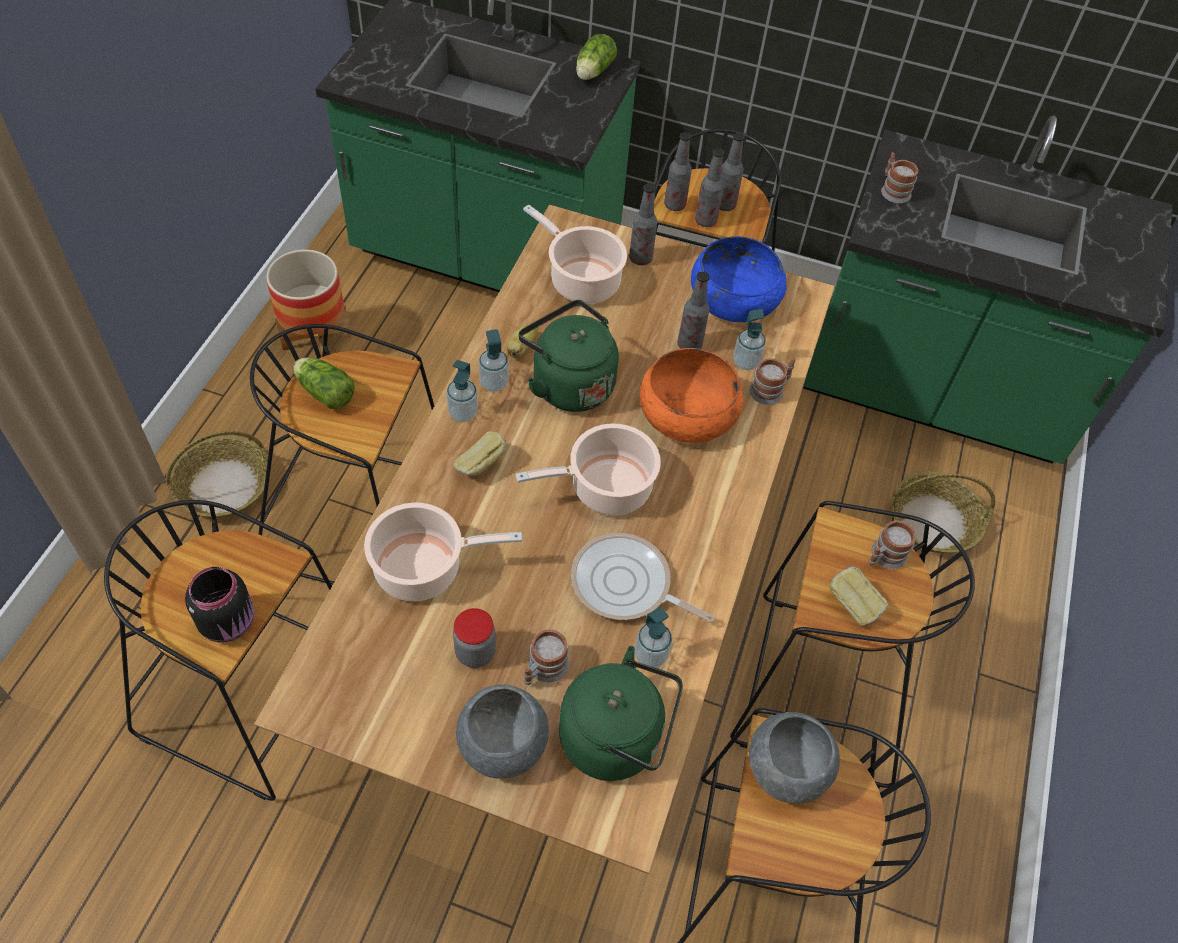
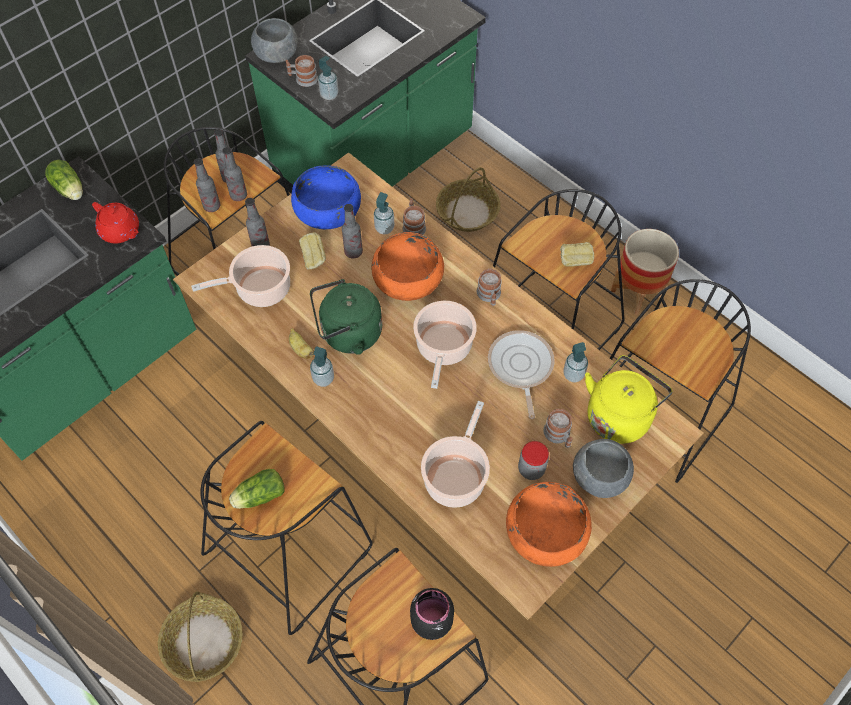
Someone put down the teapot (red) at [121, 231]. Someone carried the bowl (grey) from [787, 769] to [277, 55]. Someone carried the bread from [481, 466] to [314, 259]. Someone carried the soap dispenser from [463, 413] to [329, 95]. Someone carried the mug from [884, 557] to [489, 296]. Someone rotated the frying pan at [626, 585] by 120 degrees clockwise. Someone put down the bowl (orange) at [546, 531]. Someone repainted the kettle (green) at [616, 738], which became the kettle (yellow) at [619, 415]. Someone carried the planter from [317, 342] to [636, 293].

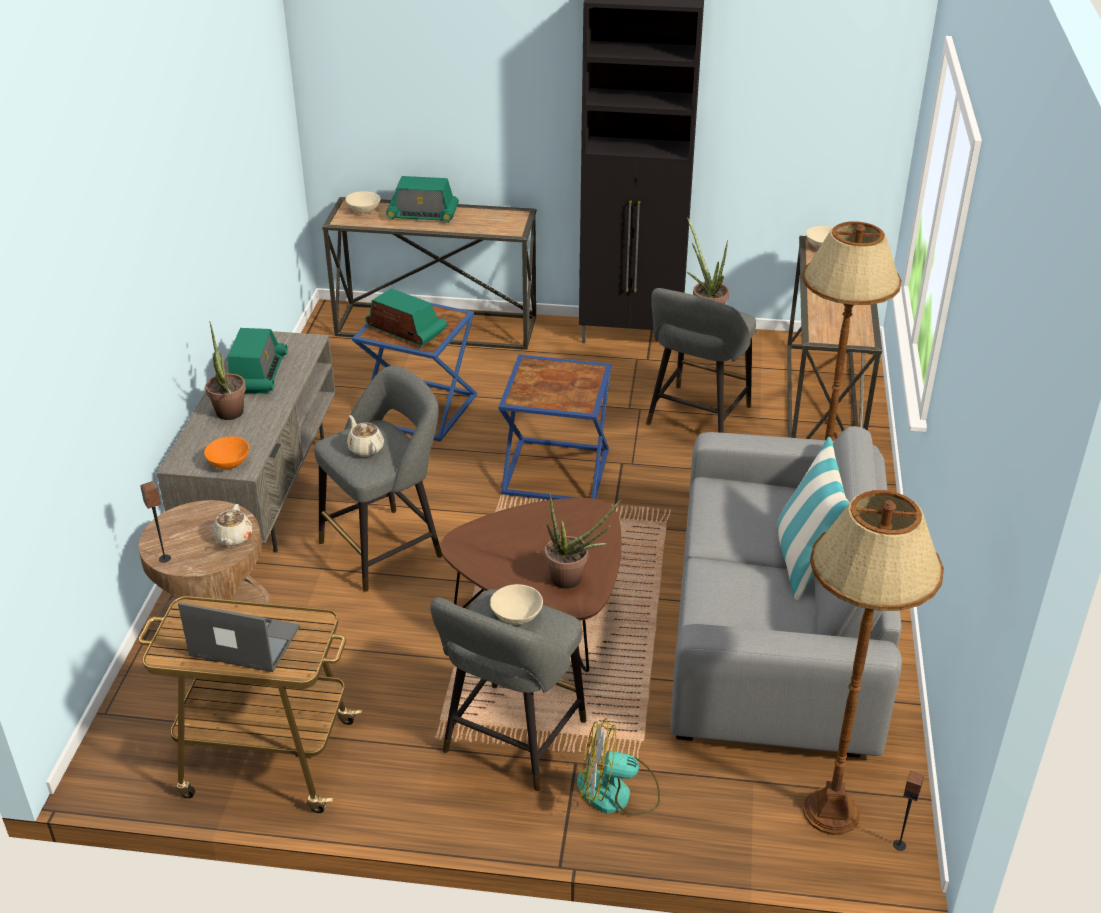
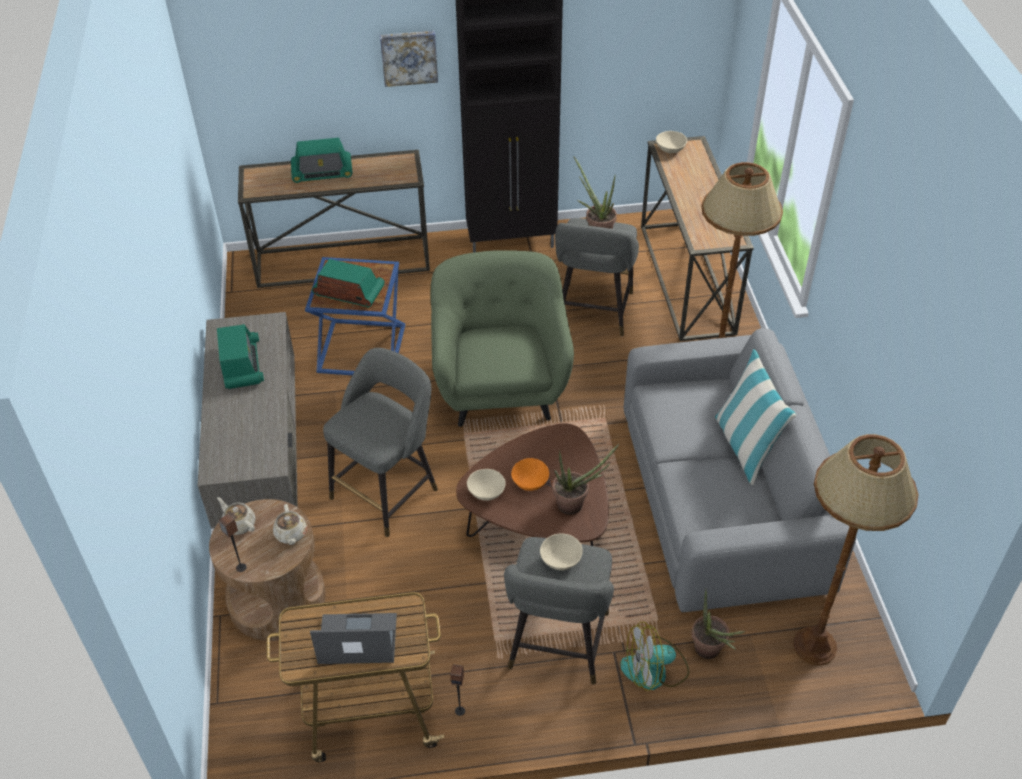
Someone carried the teapot (beige) from [365, 448] to [239, 524]. Someone put up the picture at [409, 57]. Someone swapped the side table (blue) at [558, 471] for the armchair (green) at [500, 387]. Someone carried the speaker from [899, 845] to [460, 710]. Someone carried the bowl (beige) from [363, 210] to [486, 492]. Someone carried the bowl (orange) from [229, 462] to [530, 481]. Someone carried the potted plant from [229, 416] to [710, 653].

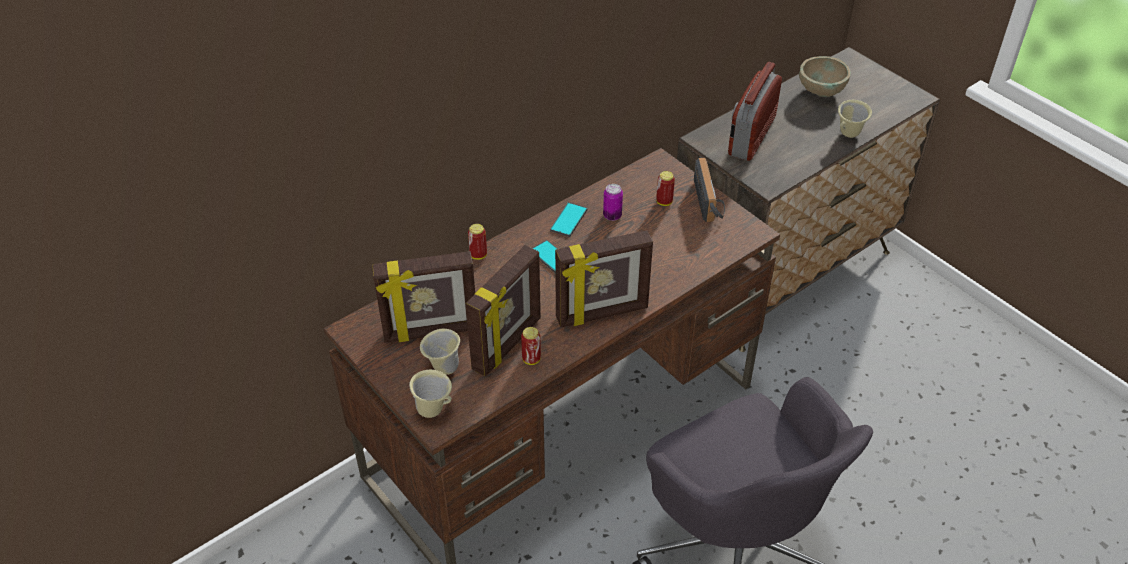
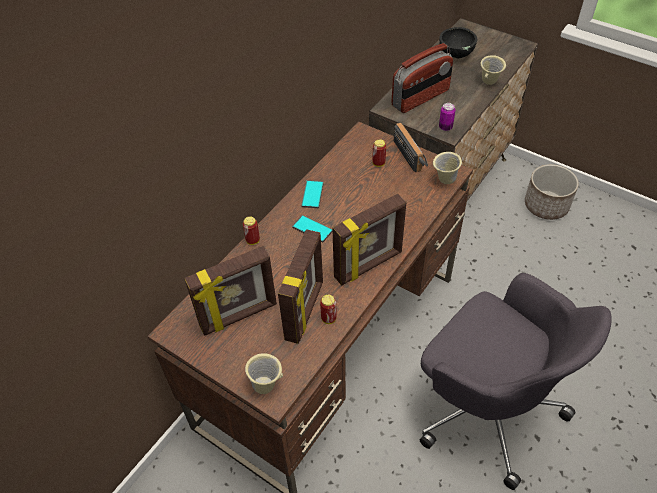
Someone rotated the radio at [751, 136] by 135 degrees counterclockwise. Someone carried the mug (beige) from [442, 368] to [444, 181]. Someone repainted the bowl (beige) at [820, 92], which became the bowl (black) at [455, 55]. Someone carried the can from [612, 216] to [445, 127]. Someone put down the planter at [546, 205].

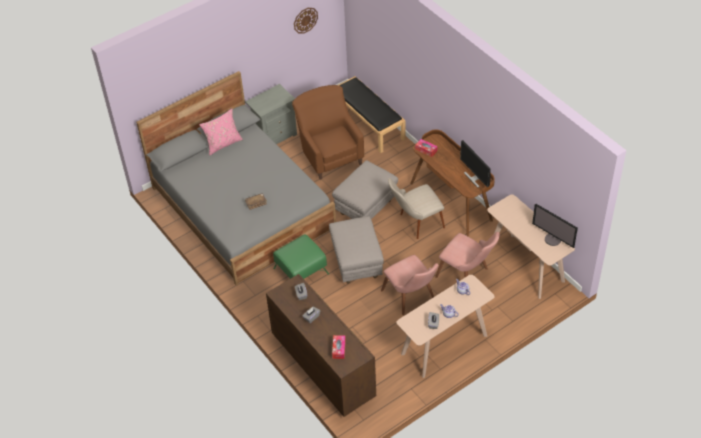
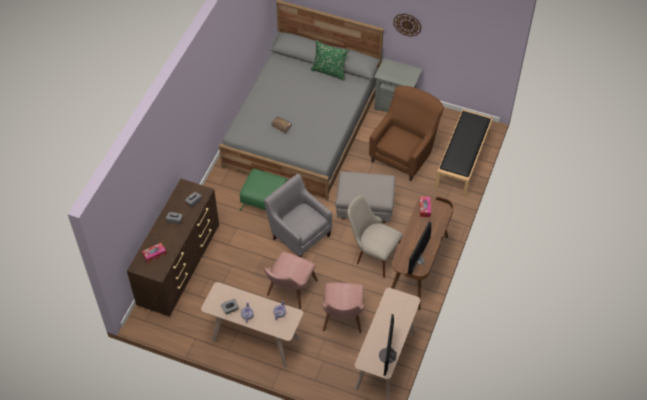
Someone swapped the ottoman (grey) at [356, 263] for the armchair (grey) at [299, 234]. Someone repainted the pillow (pink) at [223, 144], which became the pillow (green) at [329, 71]. Someone carried the wall clock from [305, 20] to [407, 24].

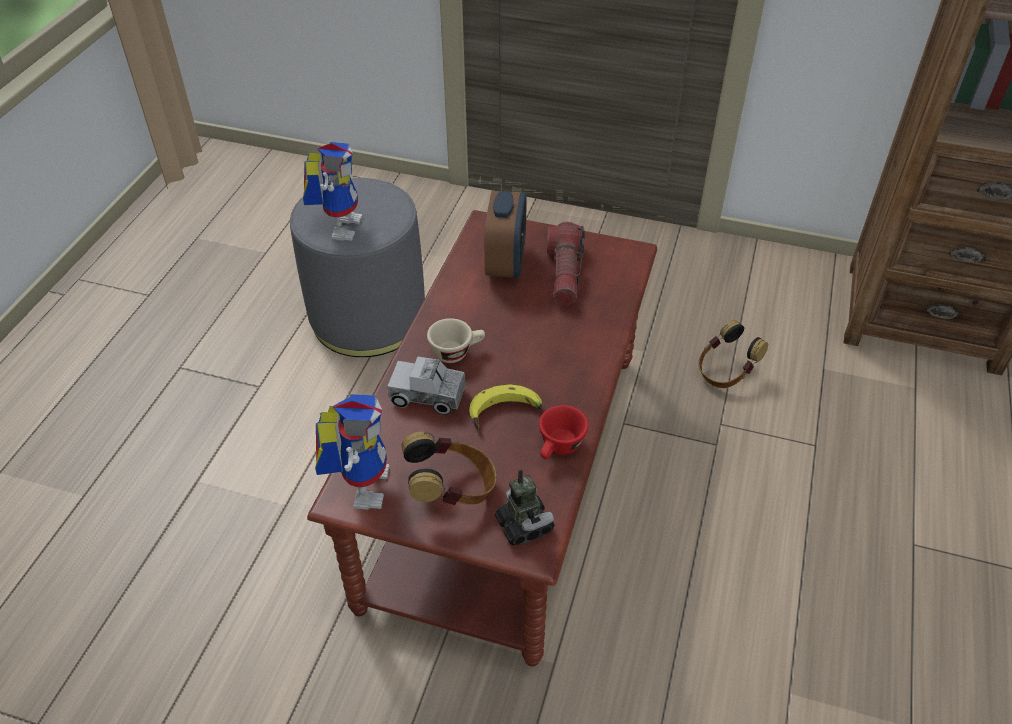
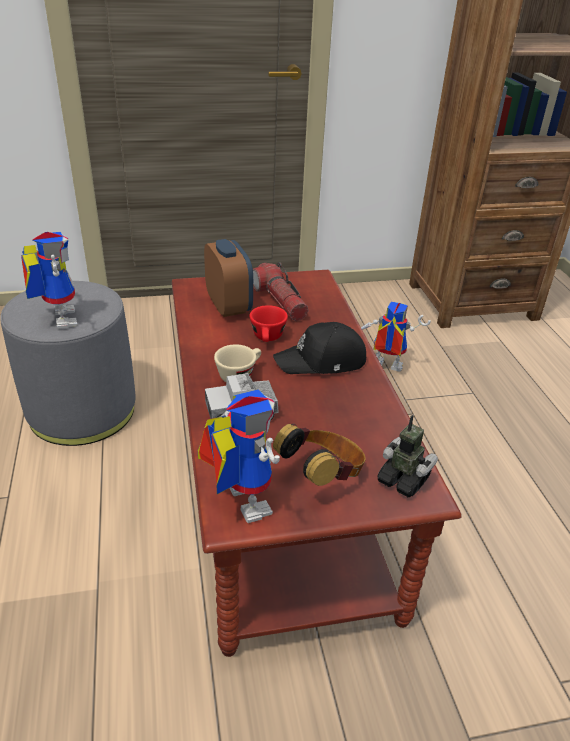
Someone carried the cup (red) from [559, 448] to [268, 338]. Someone put down the cap (black) at [322, 361]. Someone swapped the headphones at [725, 372] for the toy robot at [383, 367]. Someone took away the banana at [505, 414].

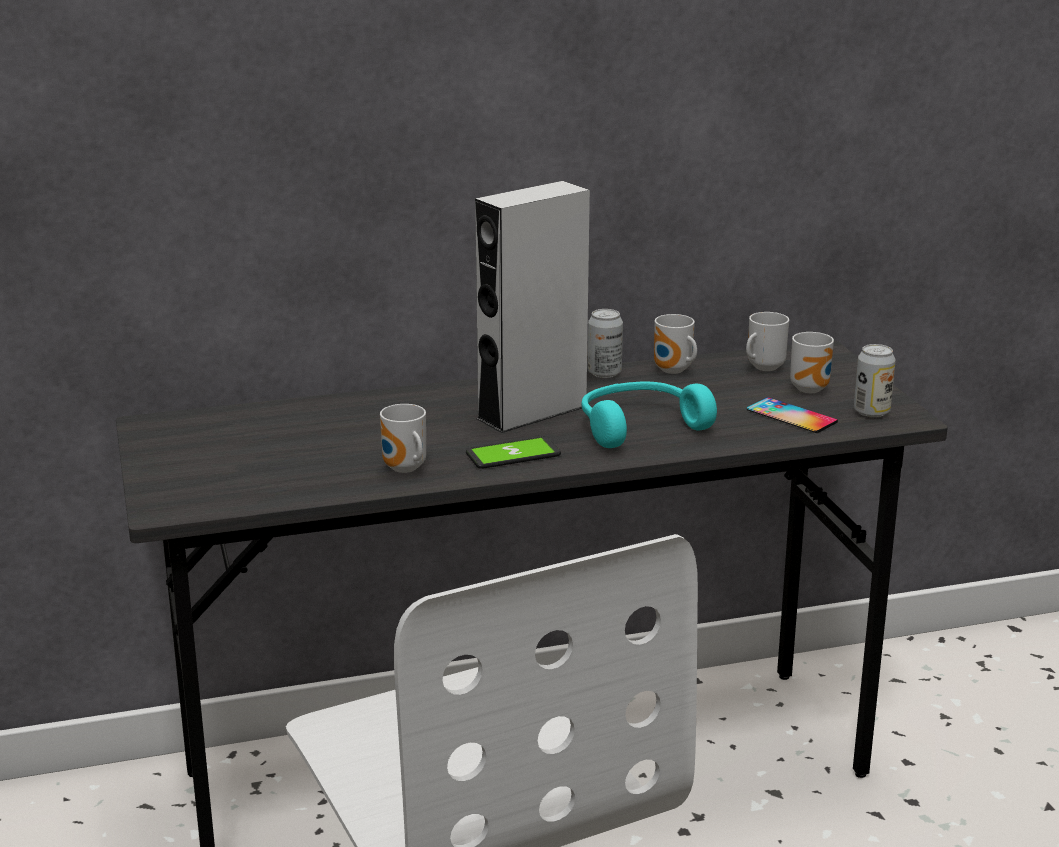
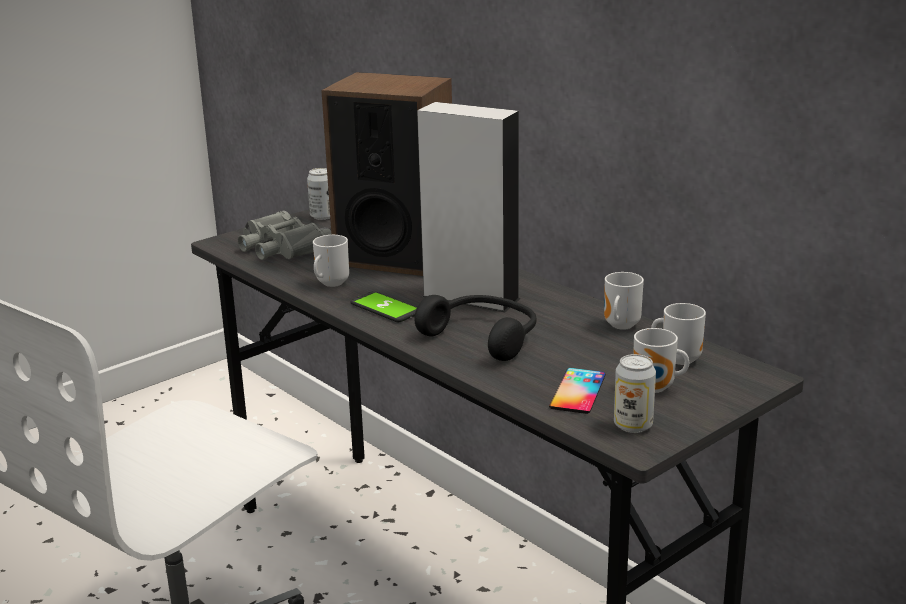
Someone put down the binoculars (grey) at [281, 247]. Someone carried the can from [604, 373] to [323, 216]. Someone put down the speaker at [395, 256]. Someone repainted the headphones (turquoise) at [638, 426], which became the headphones (black) at [484, 337].

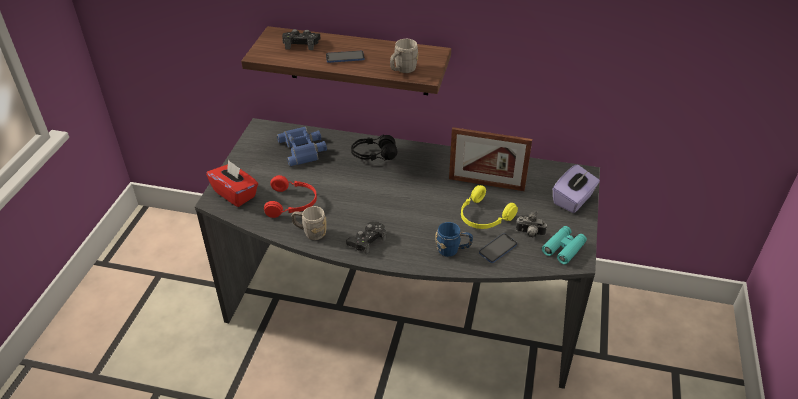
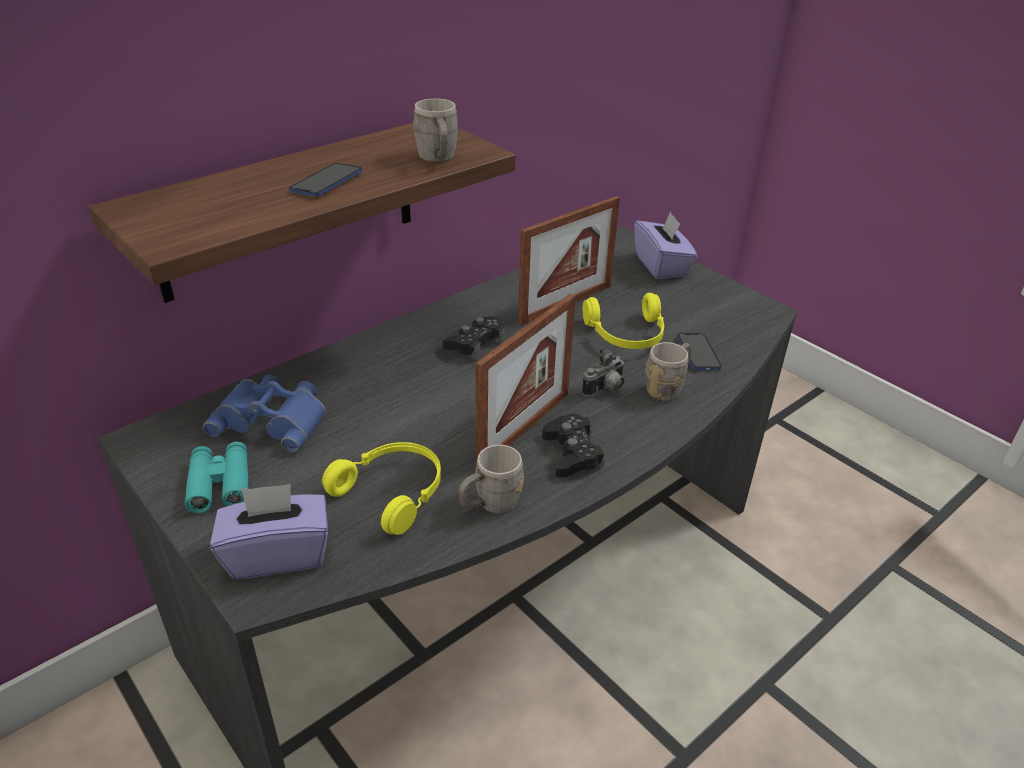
Someone carried the binoculars (turquoise) from [563, 248] to [220, 484]. Someone repainted the tissue box (red) at [235, 194], which became the tissue box (purple) at [277, 554]. Someone repainted the headphones (red) at [292, 203], which became the headphones (yellow) at [393, 492]. Someone carried the game controller (black) from [301, 44] to [475, 344]. Someone put down the picture frame at [524, 429]. Someone carried the photo camera from [529, 234] to [605, 389]. Someone repainted the mug (blue) at [453, 250], which became the mug (grey) at [668, 387]. Someone took away the headphones (black) at [374, 155].

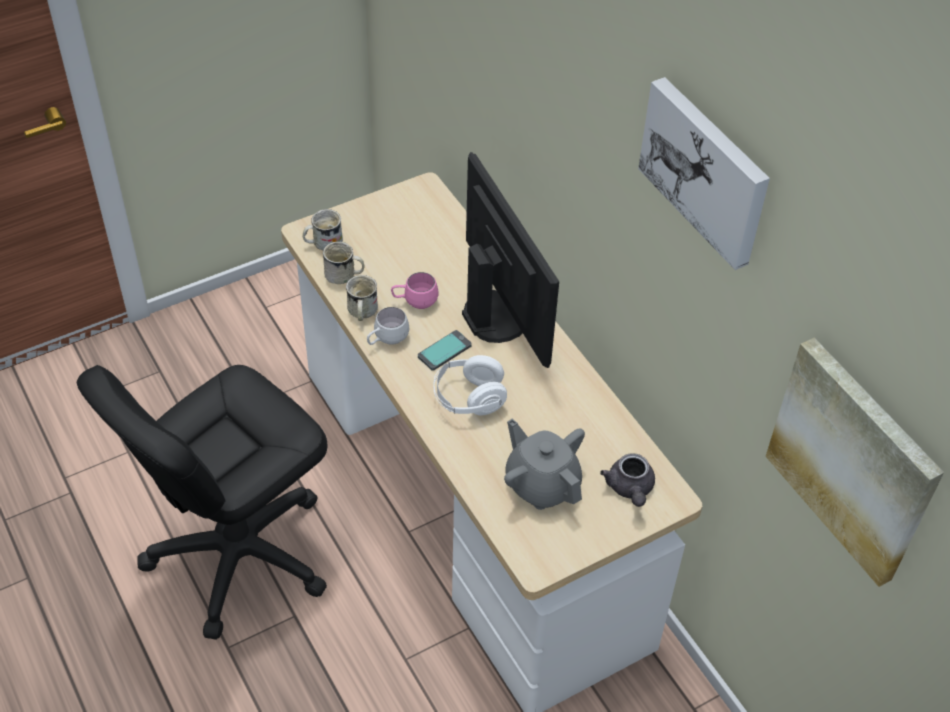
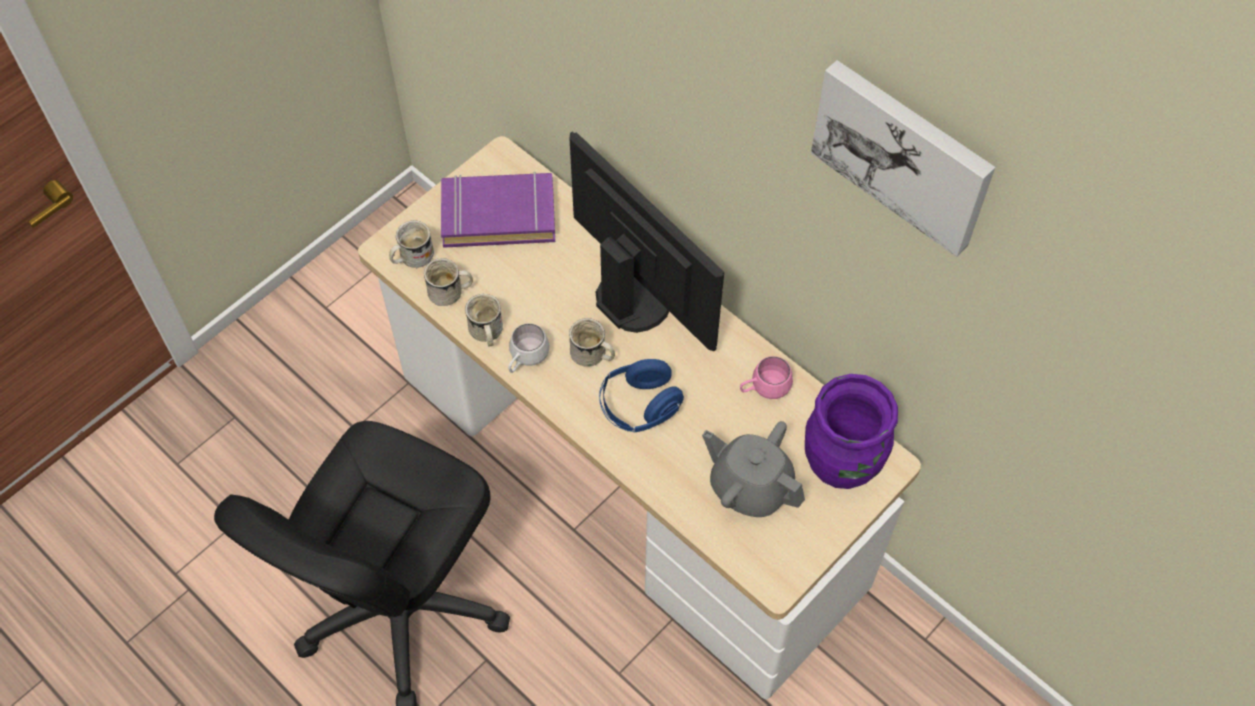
Someone put down the book (purple) at [498, 215]. Someone swapped the phone at [444, 351] for the mug (white) at [593, 356]. Someone repainted the headphones (white) at [469, 399], which became the headphones (blue) at [639, 407]. Someone carried the mug (pink) from [414, 301] to [764, 389]. Someone swapped the teapot (grey) at [630, 489] for the vase (purple) at [842, 466]. Someone took away the picture at [853, 460].

